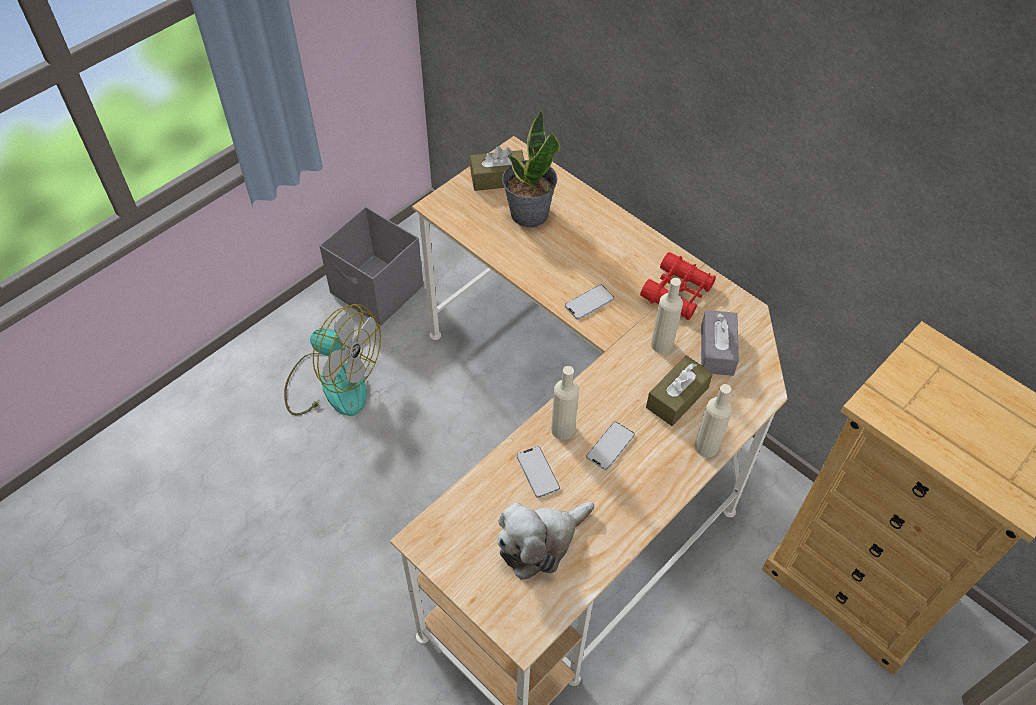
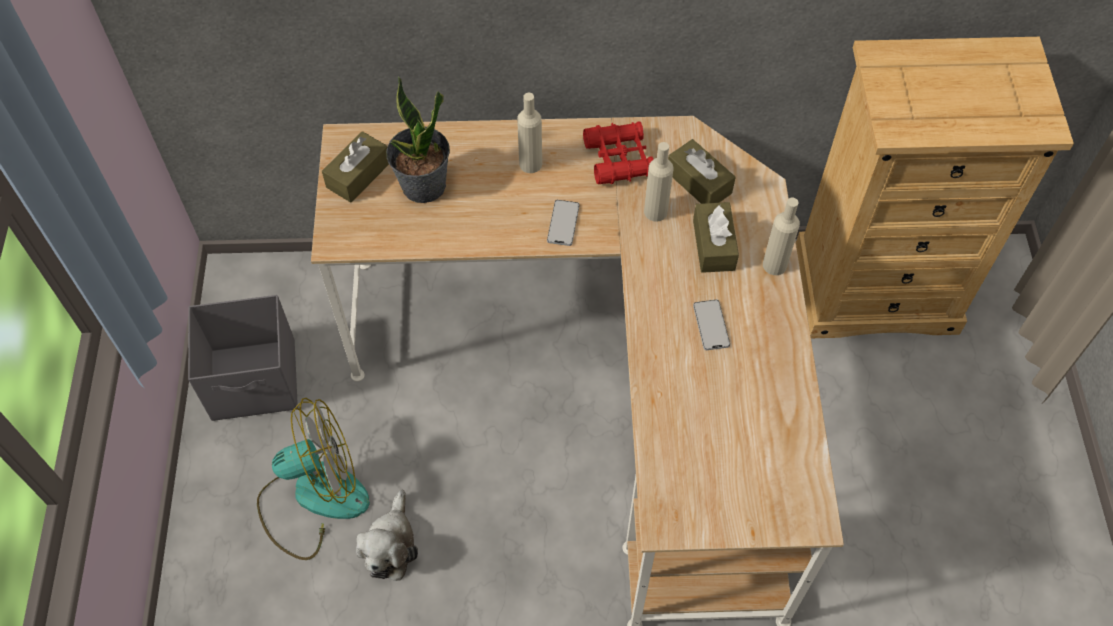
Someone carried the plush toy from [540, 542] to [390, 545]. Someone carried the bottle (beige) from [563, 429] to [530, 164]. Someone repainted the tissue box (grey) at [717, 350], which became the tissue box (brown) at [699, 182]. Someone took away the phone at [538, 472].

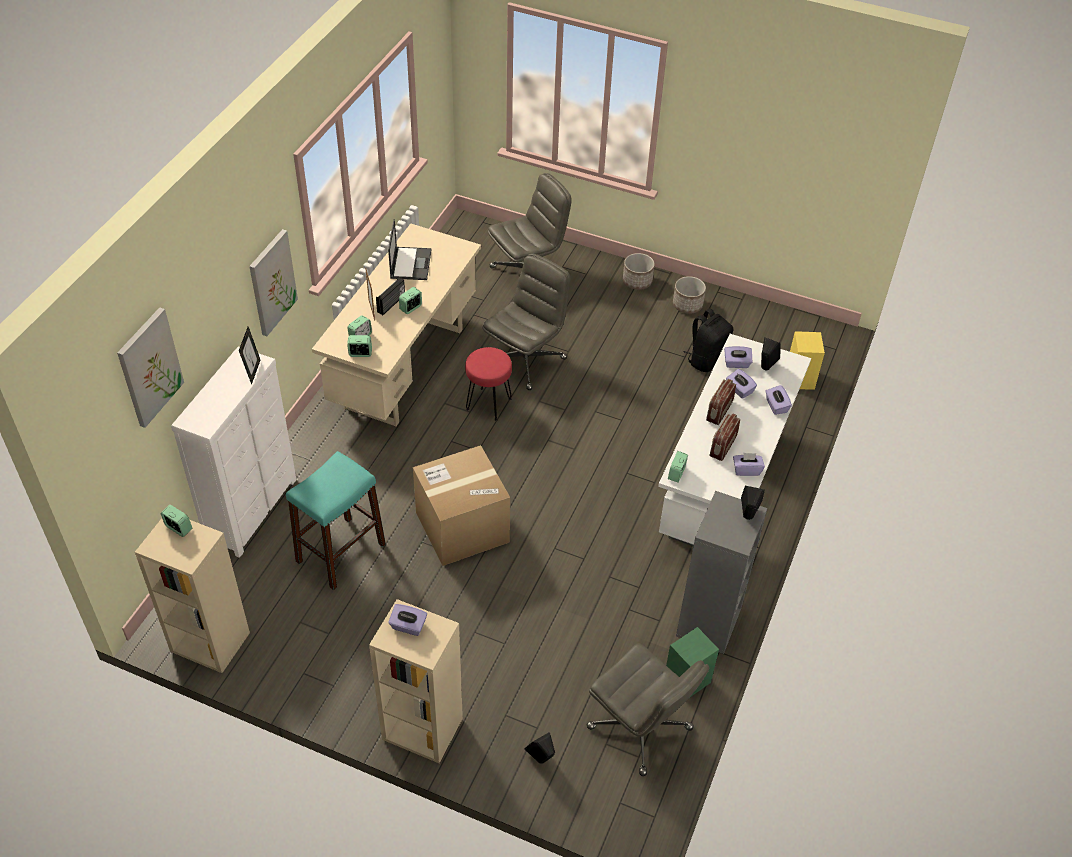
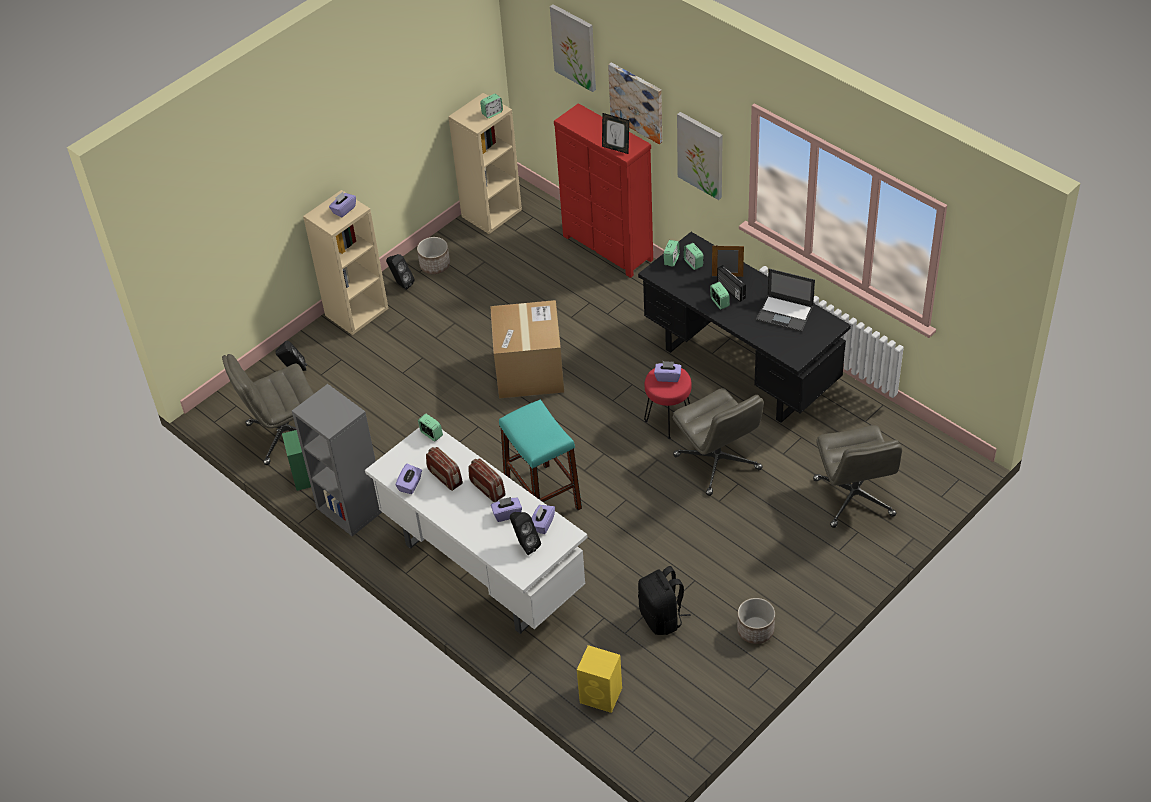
Someone carried the speaker (black) from [747, 517] to [401, 284]. Someone carried the planter from [637, 281] to [435, 265]. Someone carried the stool (turquoise) from [341, 552] to [543, 496]. Someone repainted the dresser (white) at [253, 511], which became the dresser (red) at [607, 248]. Someone put up the picture at [637, 102]. Someone repainted the desk (beige) at [404, 367], which became the desk (black) at [741, 369]. Someone carried the tissue box (purple) from [776, 406] to [668, 377].

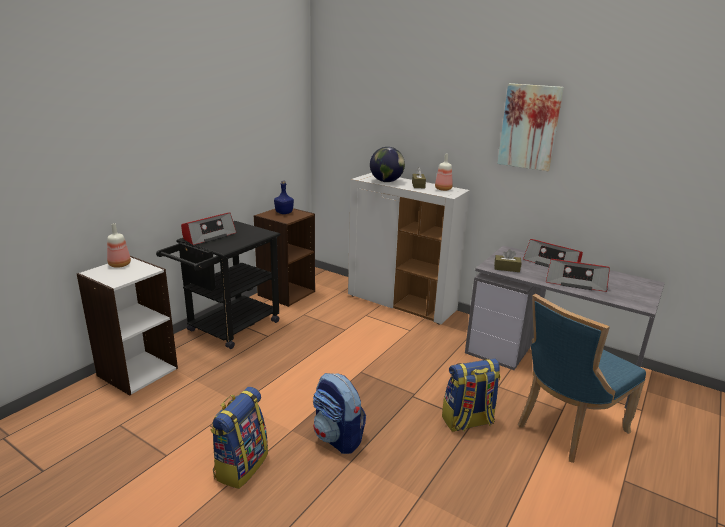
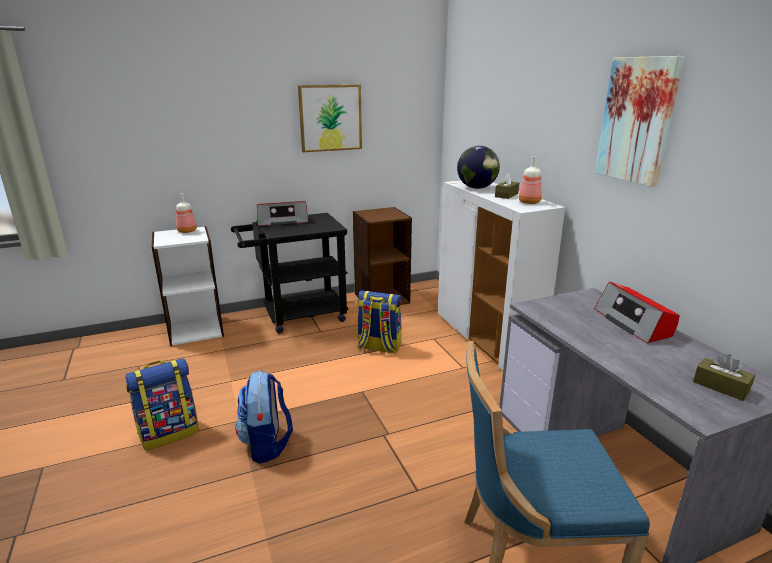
Someone put up the picture at [330, 118]. Someone carried the backpack from [467, 422] to [378, 347]. Someone carried the tissue box (brown) from [506, 268] to [720, 386]. Someone took away the bottle (blue) at [283, 213]. Someone took away the radio at [575, 282].

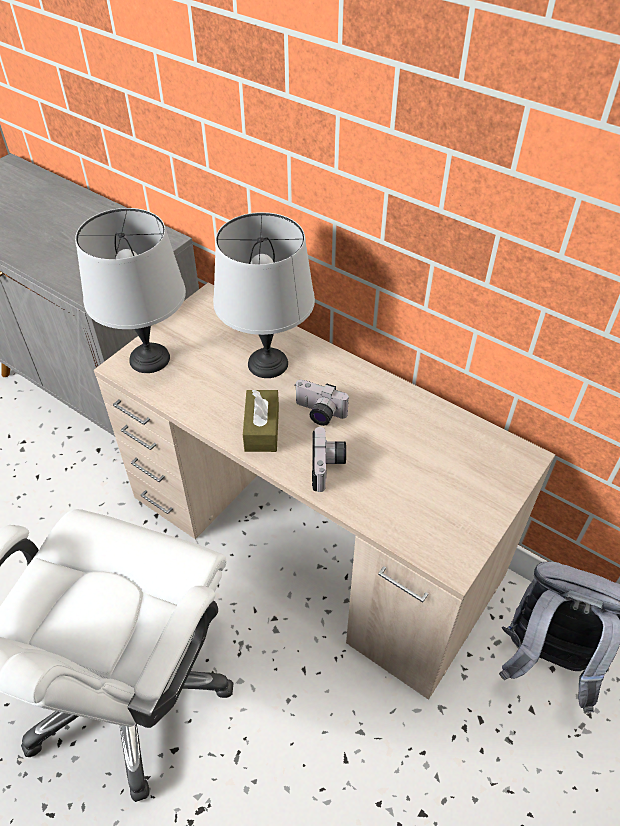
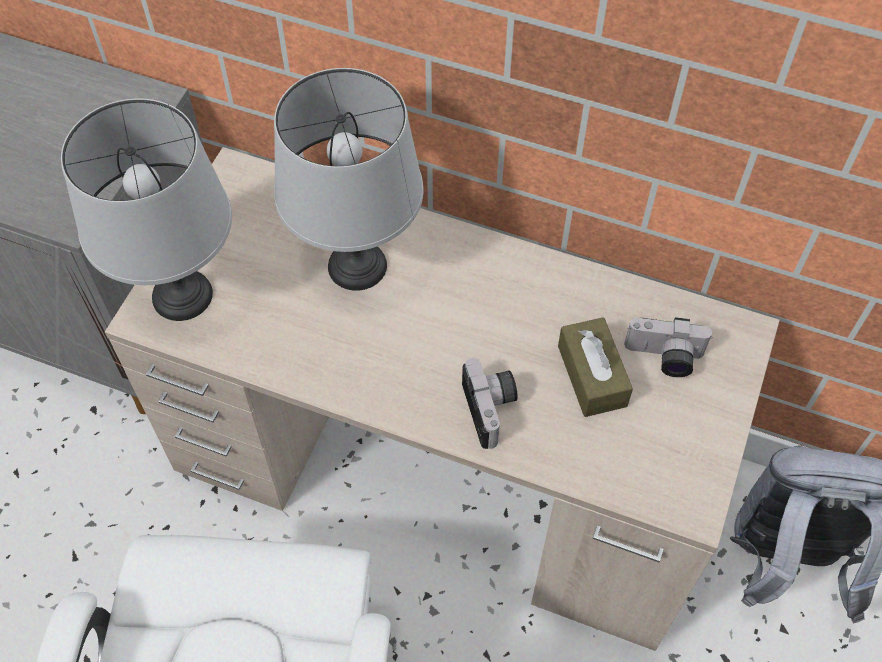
Someone carried the tissue box (brown) from [262, 429] to [592, 376]. Someone carried the photo camera from [318, 413] to [663, 358].

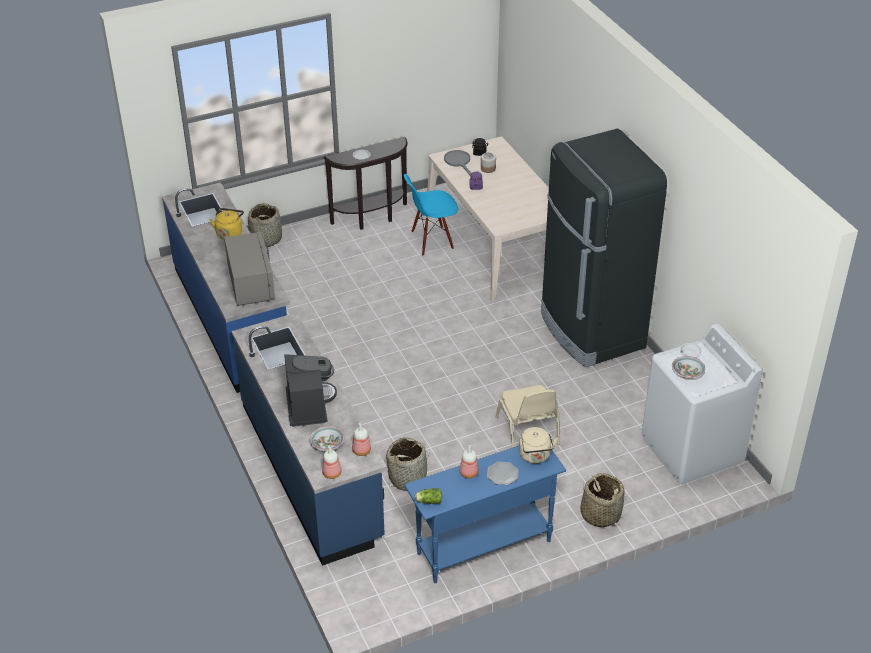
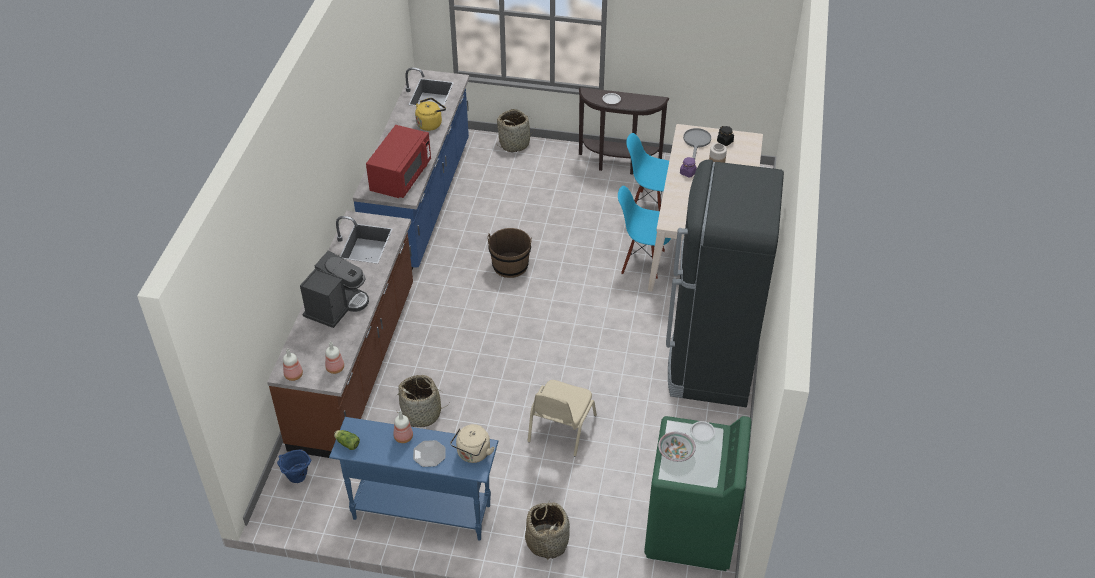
Someone repainted the counter (blue) at [312, 471], which became the counter (brown) at [355, 365]. Someone put down the bucket (blue) at [297, 479]. Someone repainted the microwave (grey) at [251, 285], which became the microwave (red) at [401, 177]. Someone put down the bucket (brown) at [510, 265]. Someone put down the chair (blue) at [643, 261]. Someone repainted the washing machine (white) at [692, 450], which became the washing machine (green) at [690, 531]. Someone took away the bowl at [328, 445].

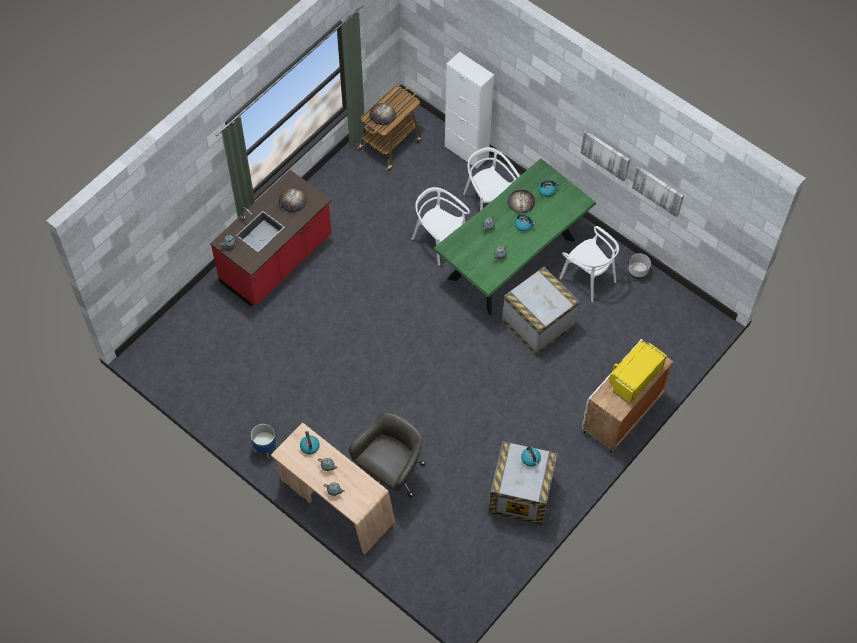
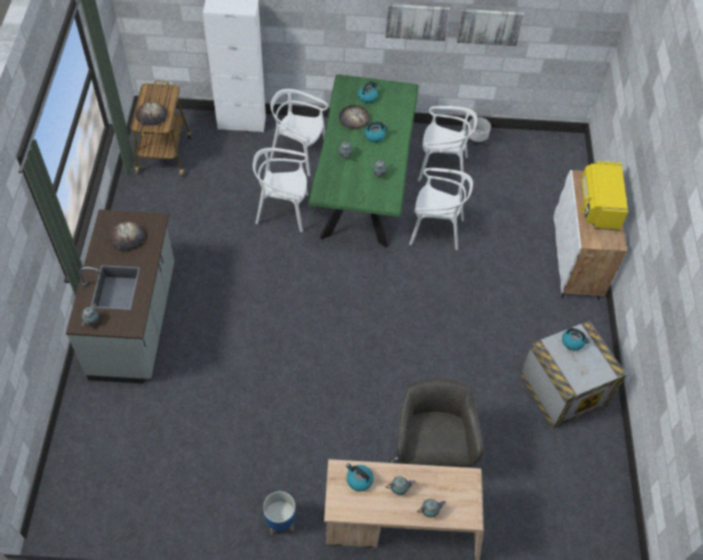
Someone repainted the counter (red) at [277, 260], which became the counter (grey) at [135, 321]. Someone swapped the crate at [537, 324] for the chair (white) at [436, 230].

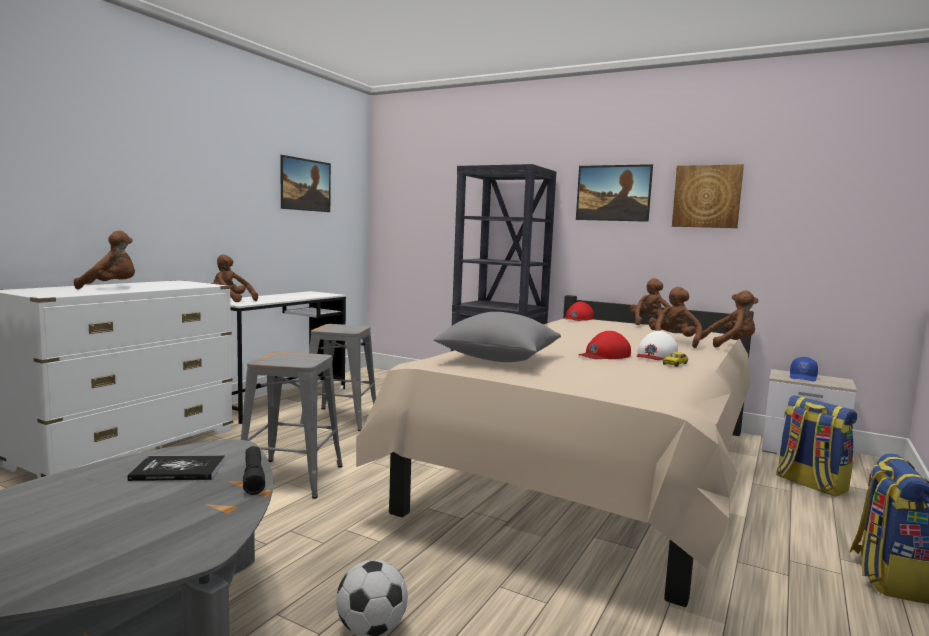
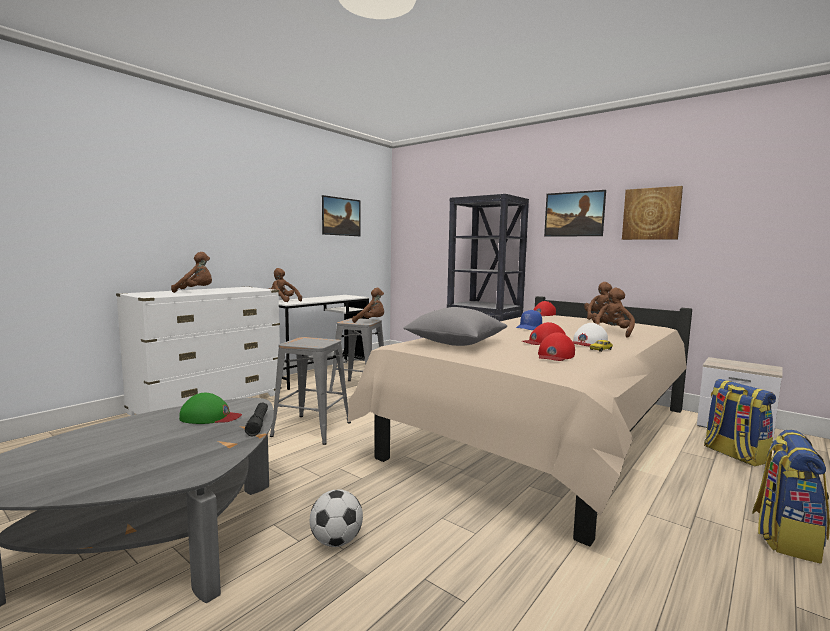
Someone swapped the book at [178, 470] for the cap (green) at [210, 417]. Someone carried the plush toy (brown) from [730, 345] to [371, 321]. Someone carried the cap (blue) from [803, 377] to [529, 328]. Someone put down the cap (red) at [555, 355].

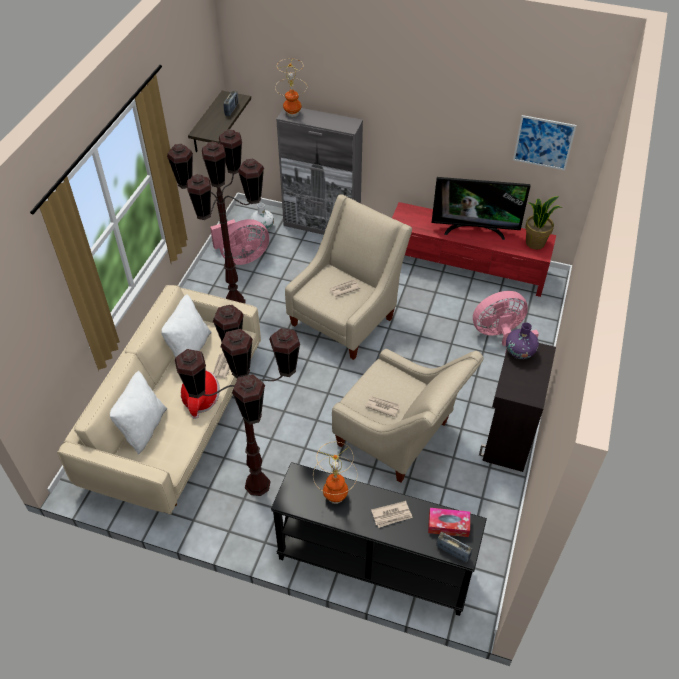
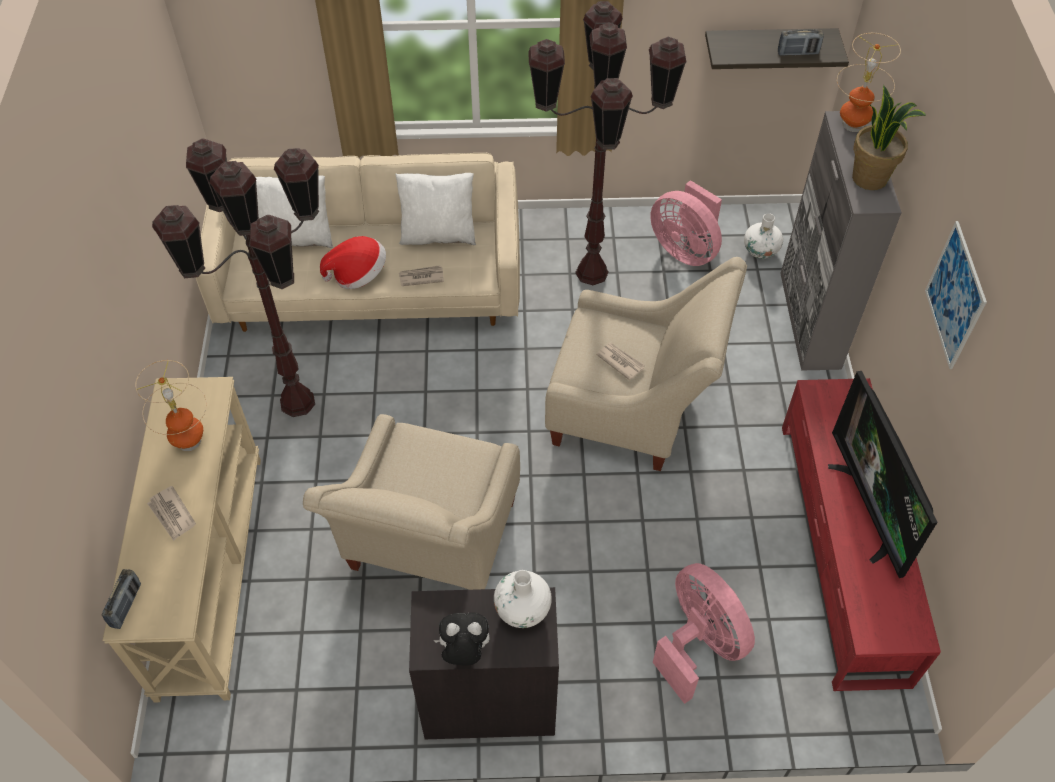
Someone repainted the console table (black) at [373, 565], which became the console table (beige) at [209, 572]. Someone put down the plush toy at [464, 652]. Someone repainted the vase (purple) at [519, 352], which became the vase (white) at [522, 609]. Someone carried the potted plant from [535, 242] to [870, 178]. Someone carried the picture from [543, 142] to [955, 295]. Someone took away the newspaper at [382, 406]. Someone took away the tissue box at [448, 525].

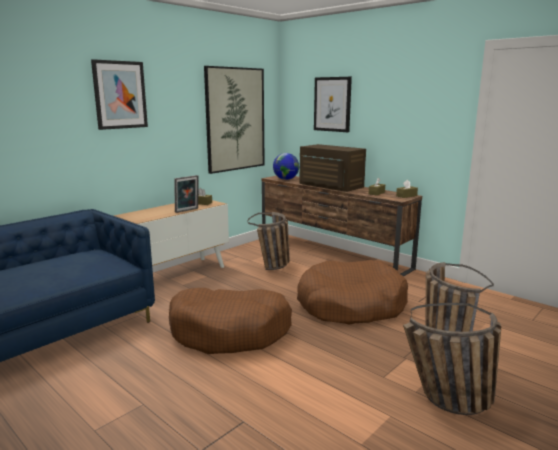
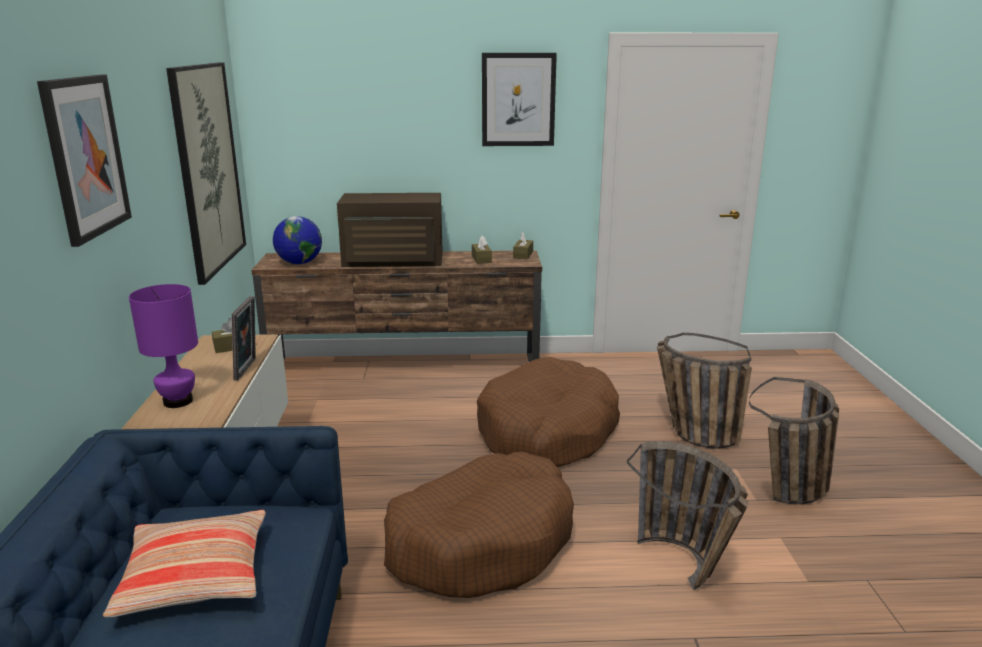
Someone put down the pillow at [195, 576]. Someone put down the table lamp (purple) at [178, 402]. Someone carried the picture from [332, 104] to [518, 100]. Someone carried the basket from [273, 267] to [687, 572].

